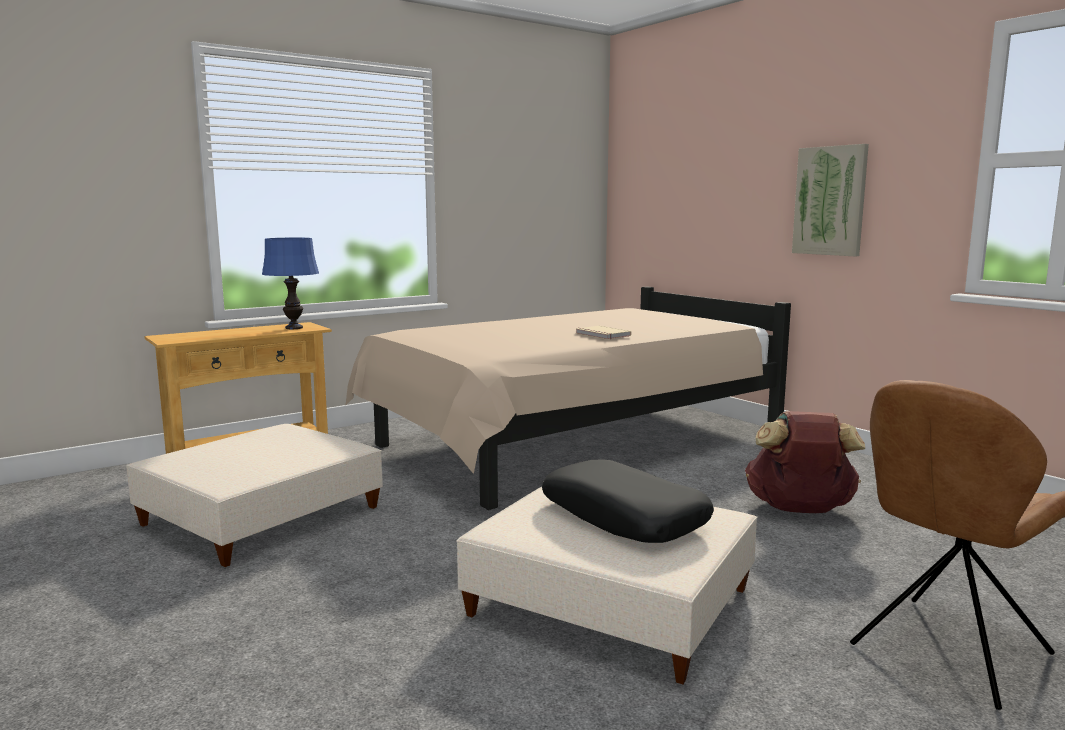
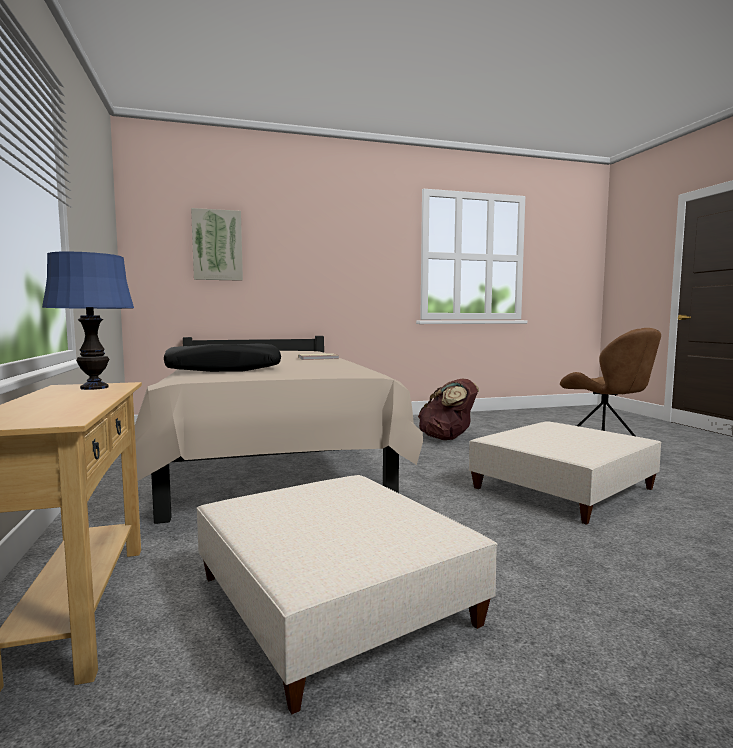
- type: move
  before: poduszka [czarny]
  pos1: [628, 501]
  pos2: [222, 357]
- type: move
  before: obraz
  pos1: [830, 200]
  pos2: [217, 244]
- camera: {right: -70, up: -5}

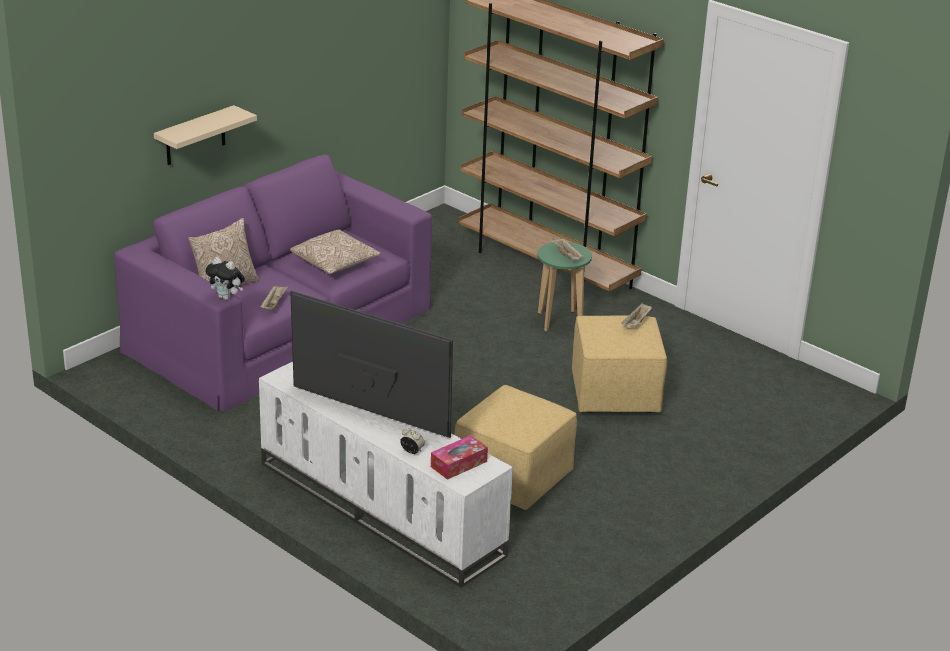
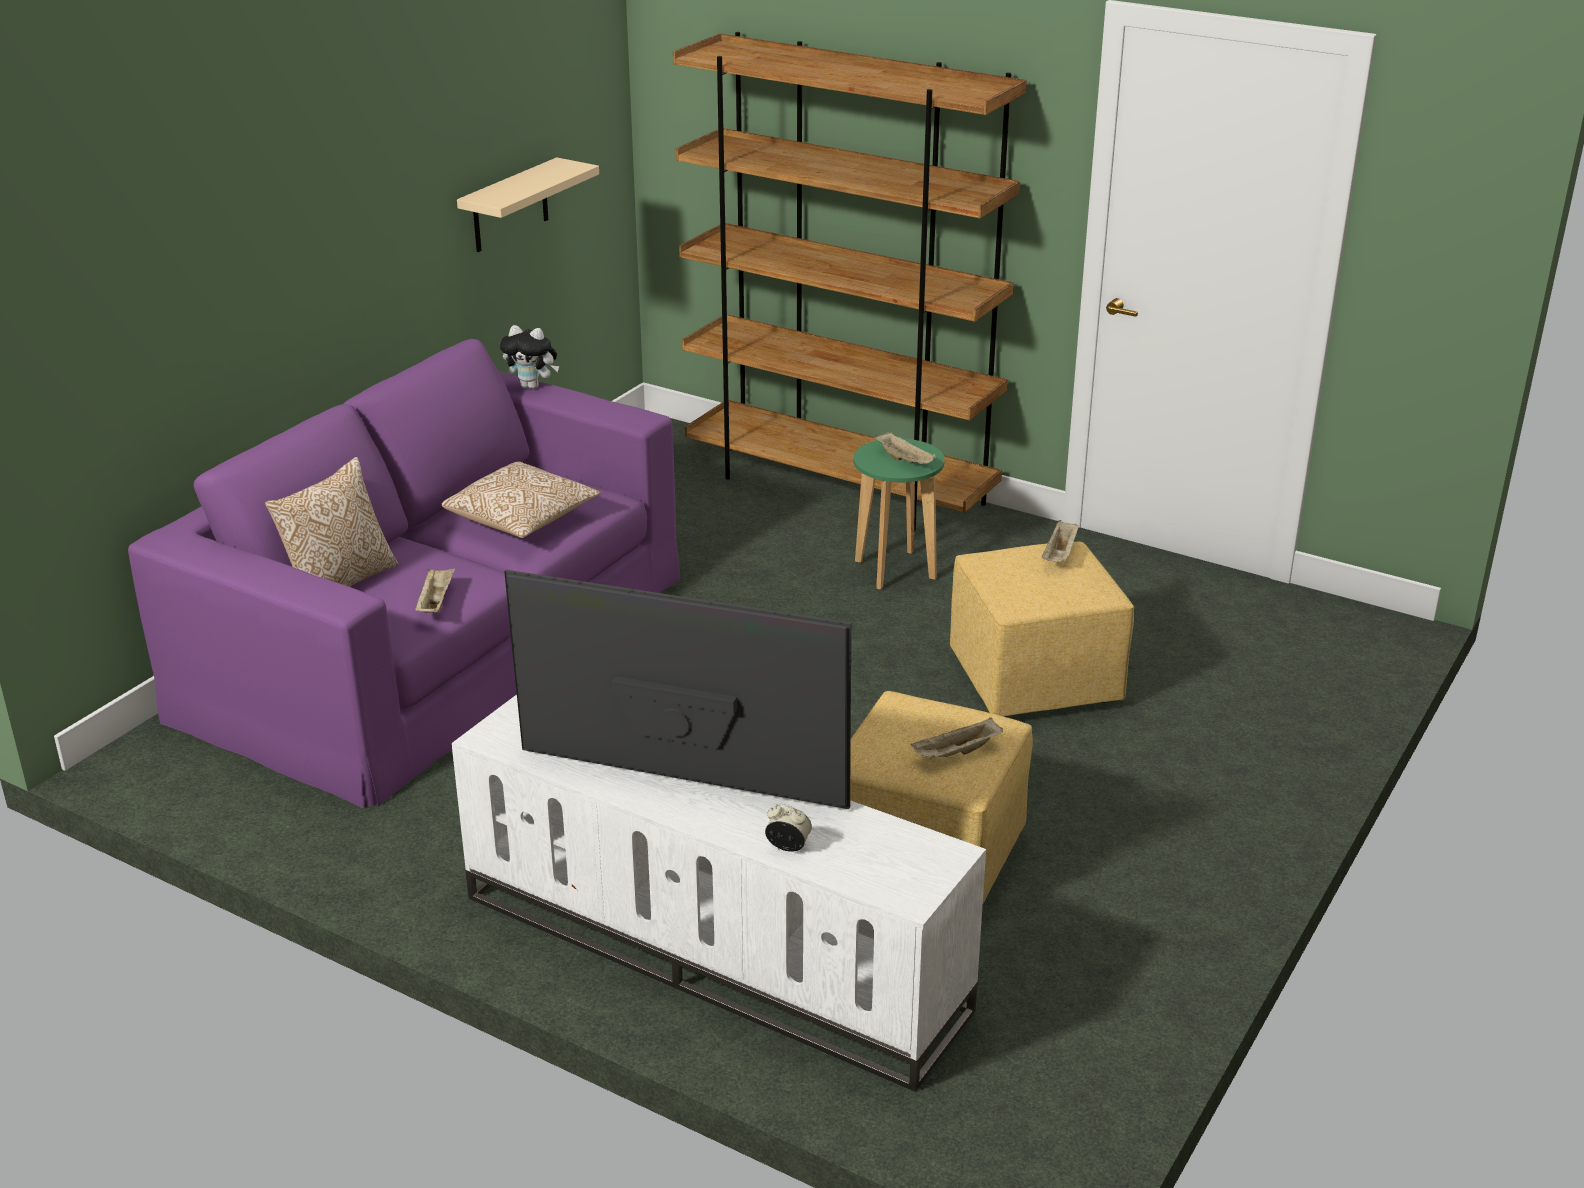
- type: delete
  before: pudełko chusteczek
  pos1: [459, 457]
- type: insert
  after: taca [beżowy]
  pos2: [957, 738]
- type: move
  before: półka [beżowy]
  pos1: [205, 135]
  pos2: [528, 204]
- type: move
  before: pluszak
  pos1: [225, 278]
  pos2: [529, 357]
- camera: {right: -10, up: 0}

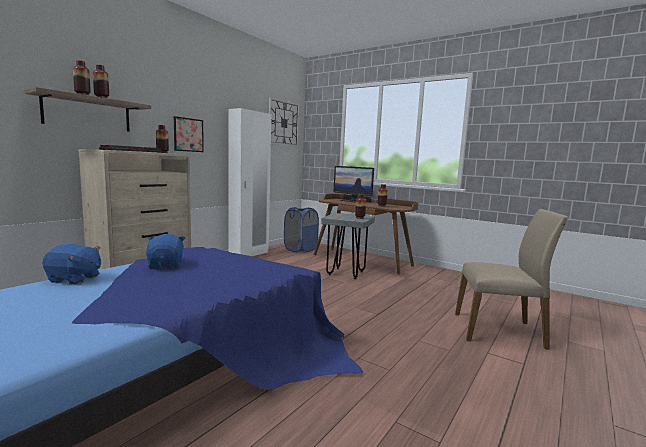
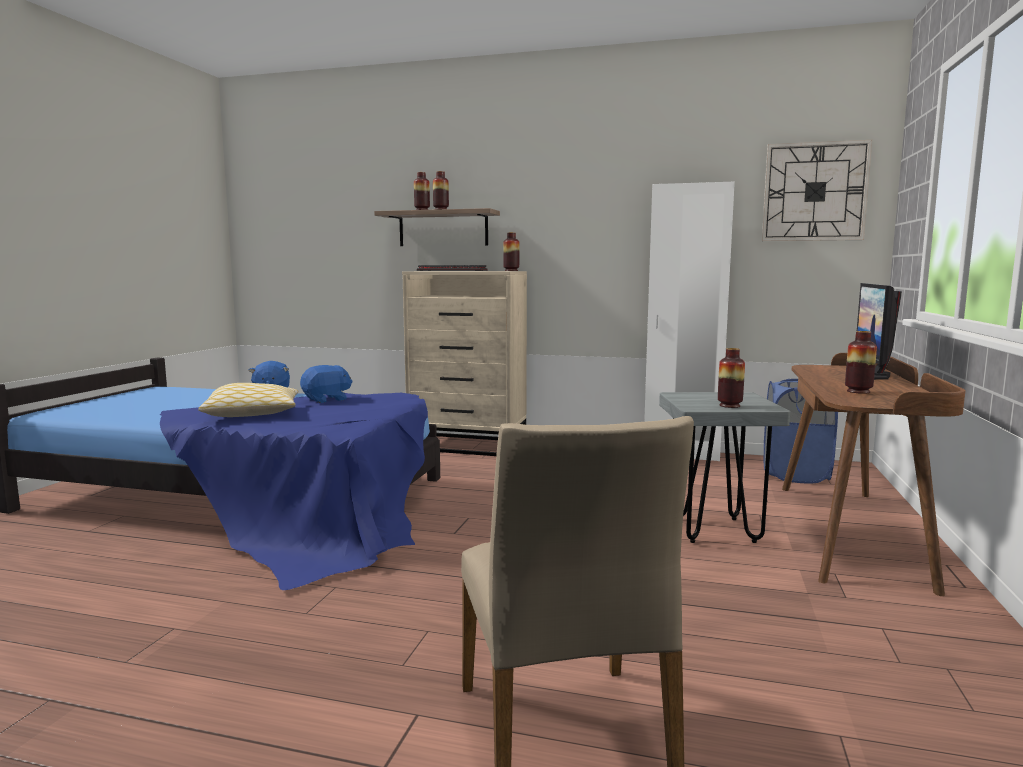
- type: delete
  before: obraz
  pos1: [189, 134]
- type: insert
  after: poduszka
  pos2: [248, 400]
- camera: {right: 70, up: 0}

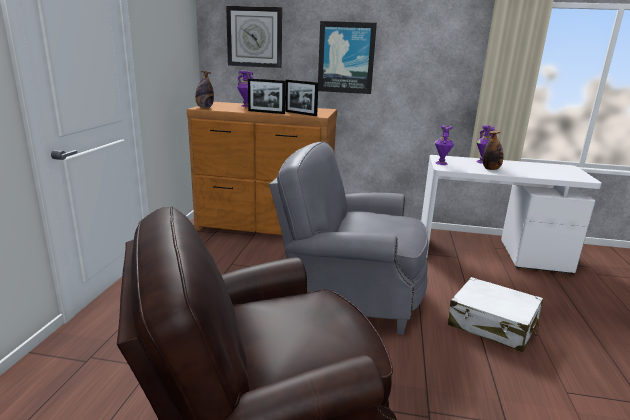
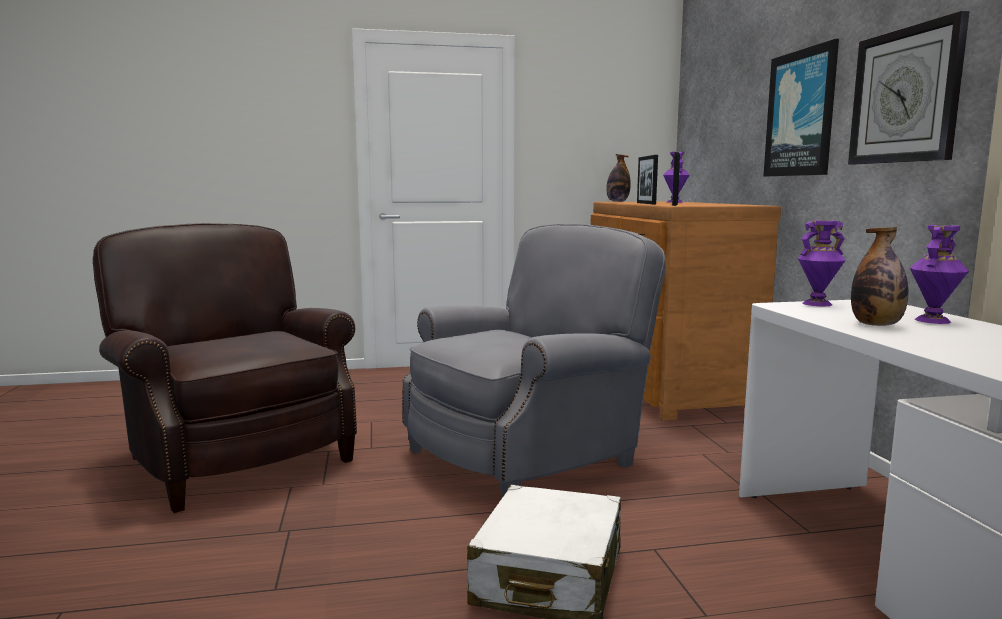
- type: move
  before: zegar ścienny
  pos1: [254, 37]
  pos2: [908, 88]
- type: rotate
  before: fotel [szary]
  pos1: [349, 238]
  pos2: [534, 361]
  turn: 60
- camera: {right: 70, up: -10}

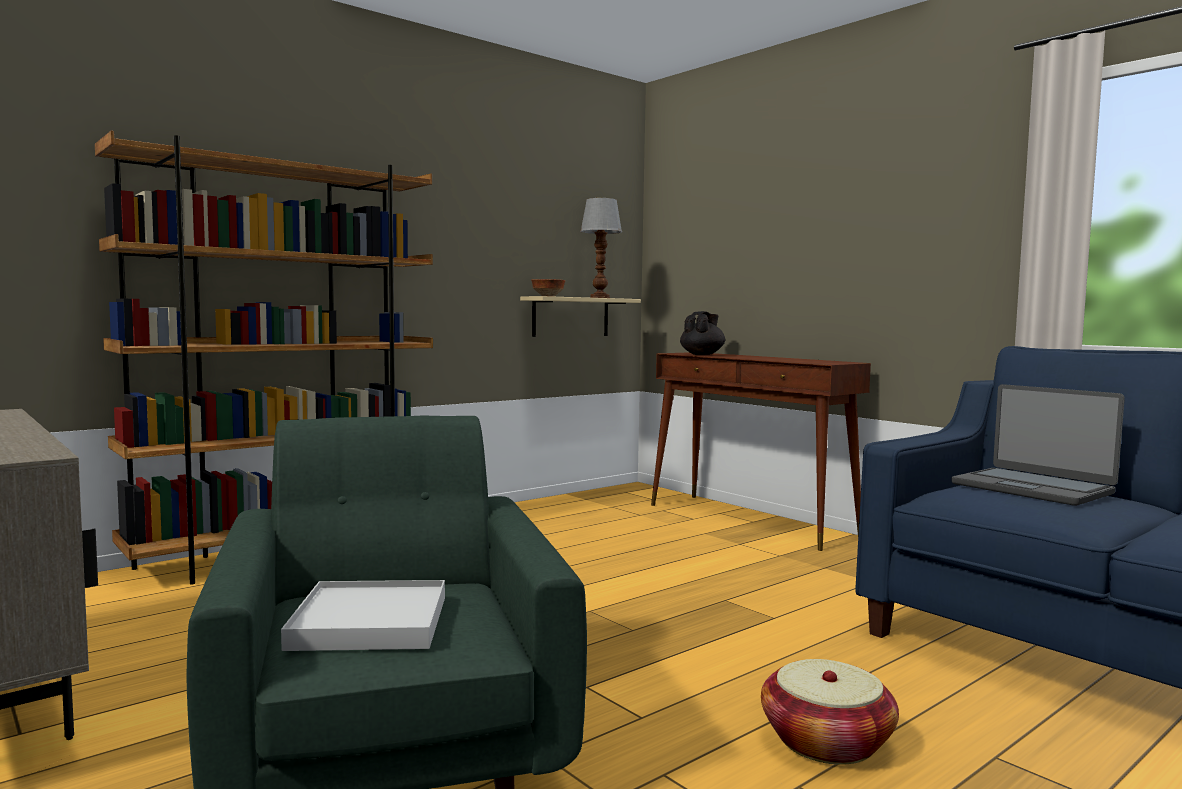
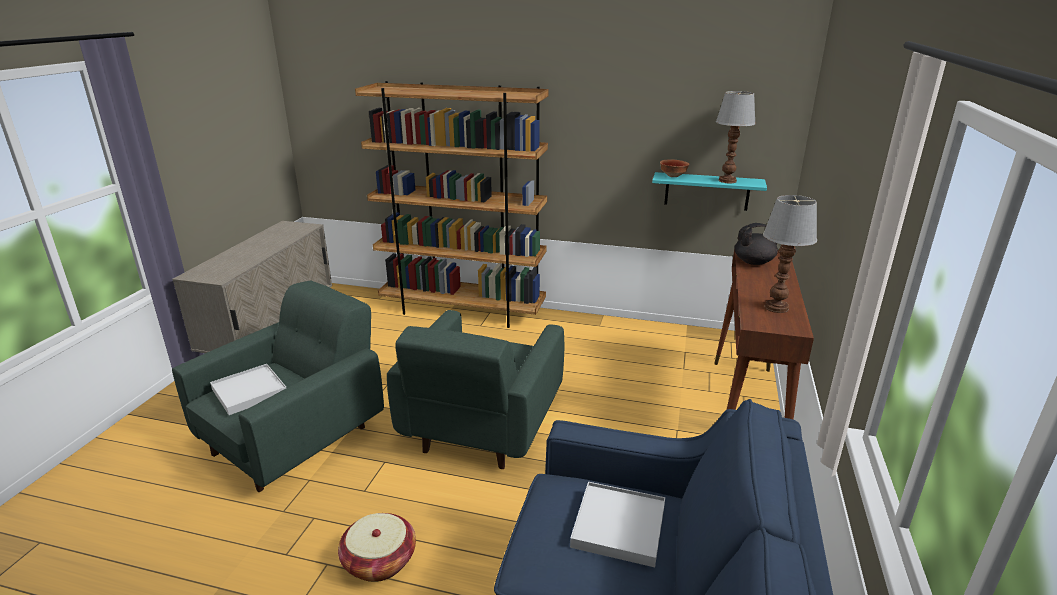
- type: insert
  after: fotel [zielony]
  pos2: [475, 389]
- type: insert
  after: lampa stołowa
  pos2: [790, 254]
- type: replace
  before: laptop
  after: taca [biały]
  pos1: [1038, 445]
  pos2: [617, 524]
- type: recolor
  before: półka [beżowy]
  after: półka [turkusowy]
  pos1: [580, 316]
  pos2: [709, 191]
- camera: {right: 55, up: 20}

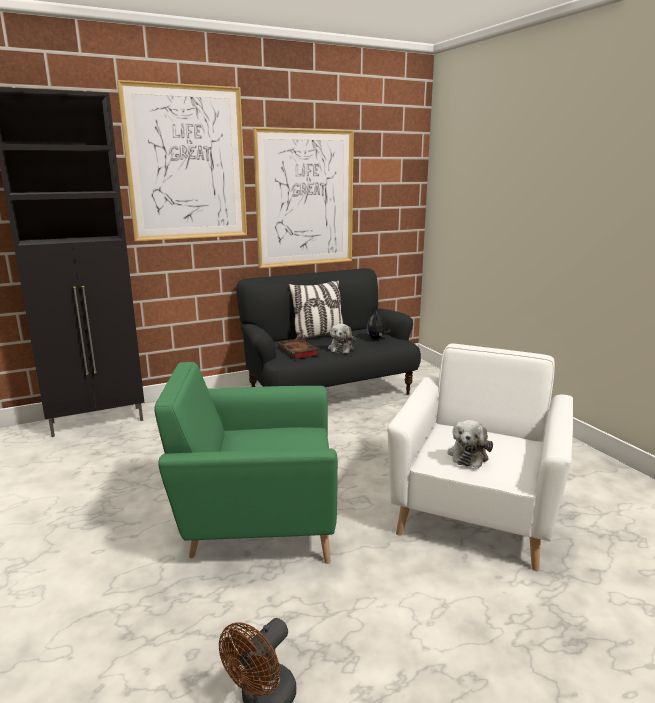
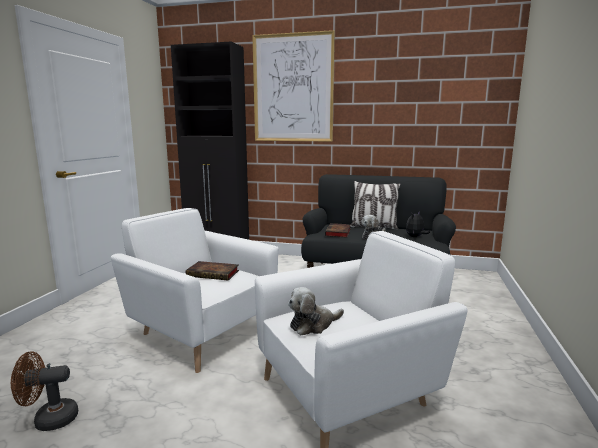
- type: delete
  before: obraz
  pos1: [303, 197]
- type: insert
  after: książka
  pos2: [212, 271]
- type: recolor
  before: fotel [zielony]
  after: fotel [biały]
  pos1: [246, 463]
  pos2: [195, 290]
- camera: {right: 40, up: -5}

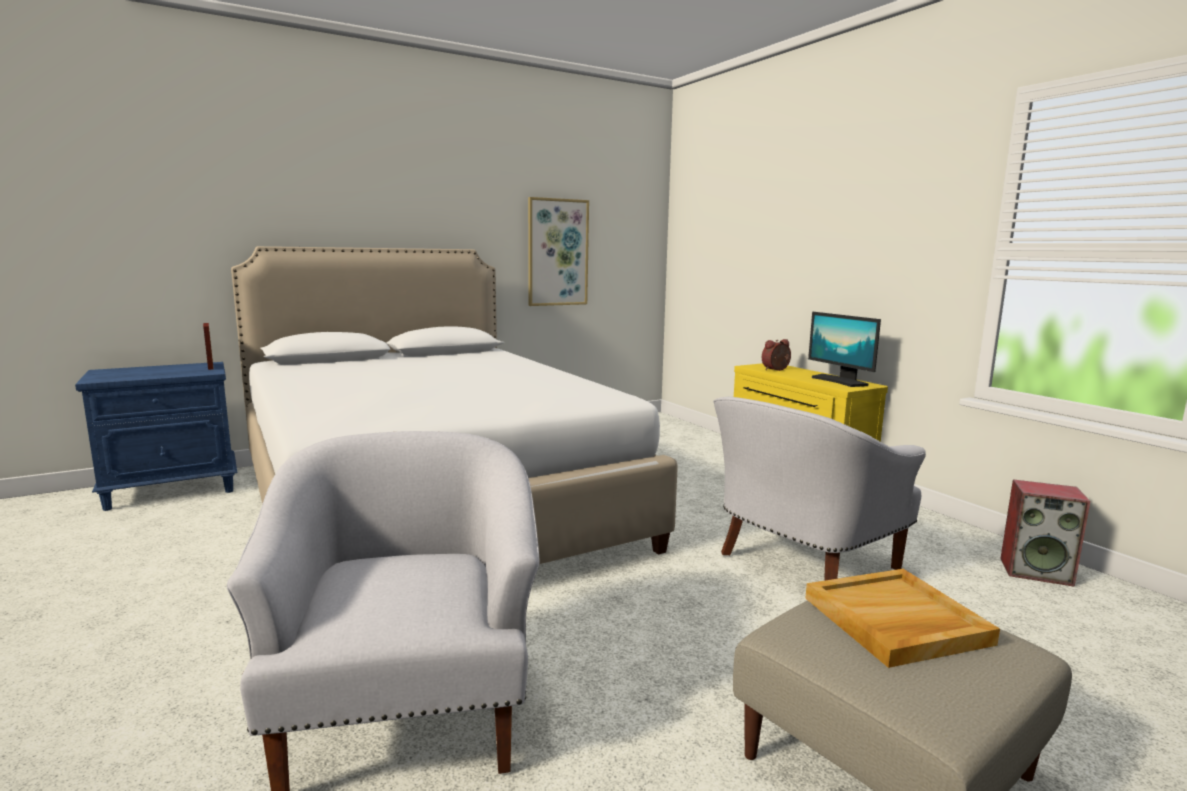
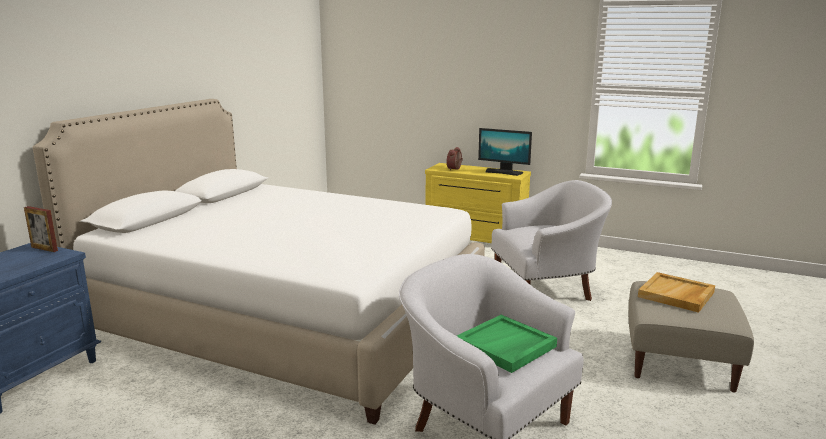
- type: delete
  before: obraz
  pos1: [558, 251]
- type: delete
  before: głośnik
  pos1: [1045, 533]
- type: insert
  after: taca [zielony]
  pos2: [507, 344]
- type: rotate
  before: fotel [biały]
  pos1: [819, 489]
  pos2: [551, 240]
  turn: -120
- camera: {right: -35, up: 5}

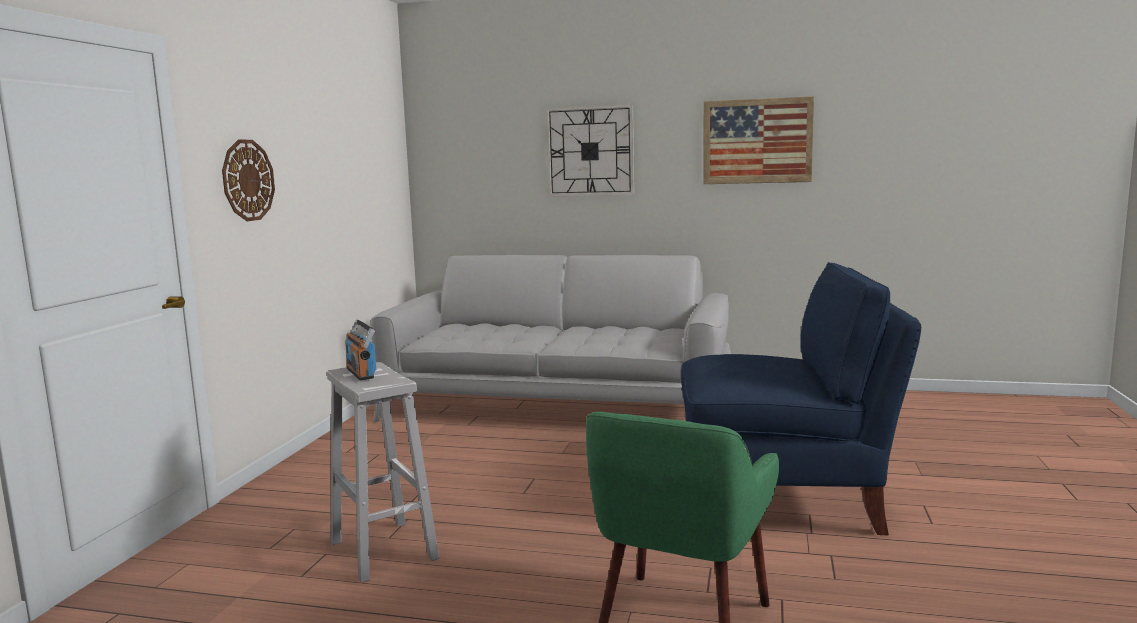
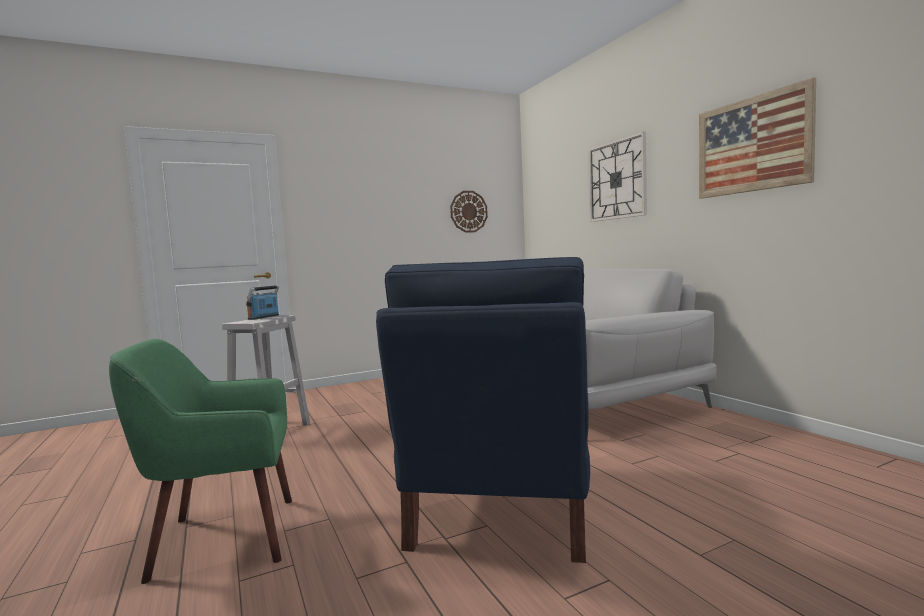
- type: move
  before: zegar ścienny
  pos1: [248, 180]
  pos2: [469, 212]
- type: rotate
  before: fotel [niebieski]
  pos1: [801, 398]
  pos2: [483, 410]
  turn: 45
- camera: {right: 50, up: -5}

